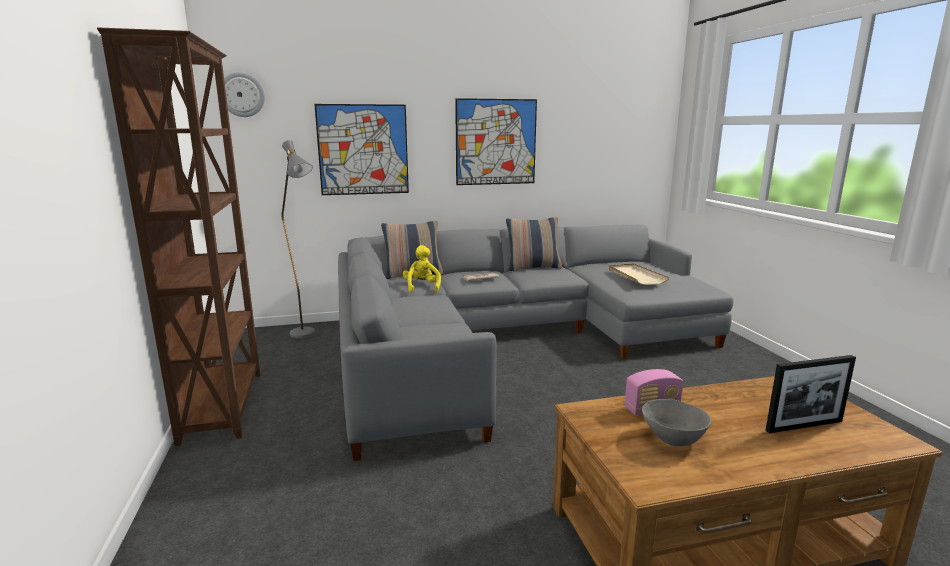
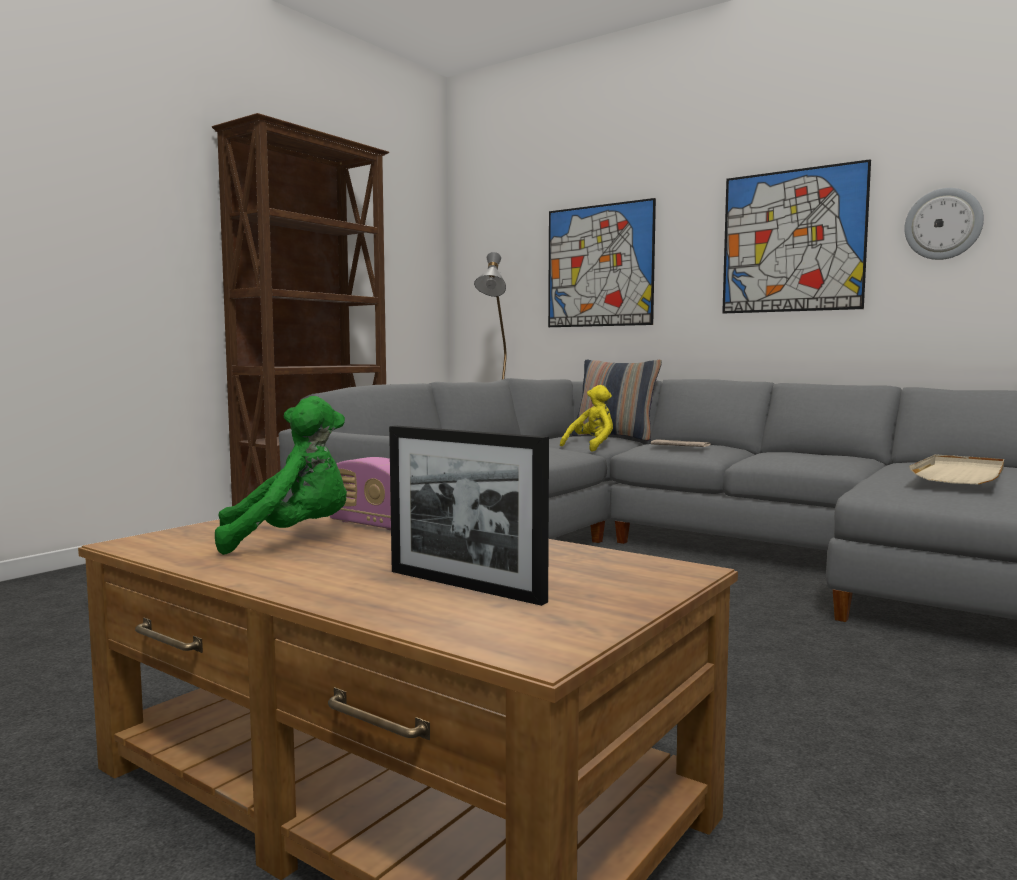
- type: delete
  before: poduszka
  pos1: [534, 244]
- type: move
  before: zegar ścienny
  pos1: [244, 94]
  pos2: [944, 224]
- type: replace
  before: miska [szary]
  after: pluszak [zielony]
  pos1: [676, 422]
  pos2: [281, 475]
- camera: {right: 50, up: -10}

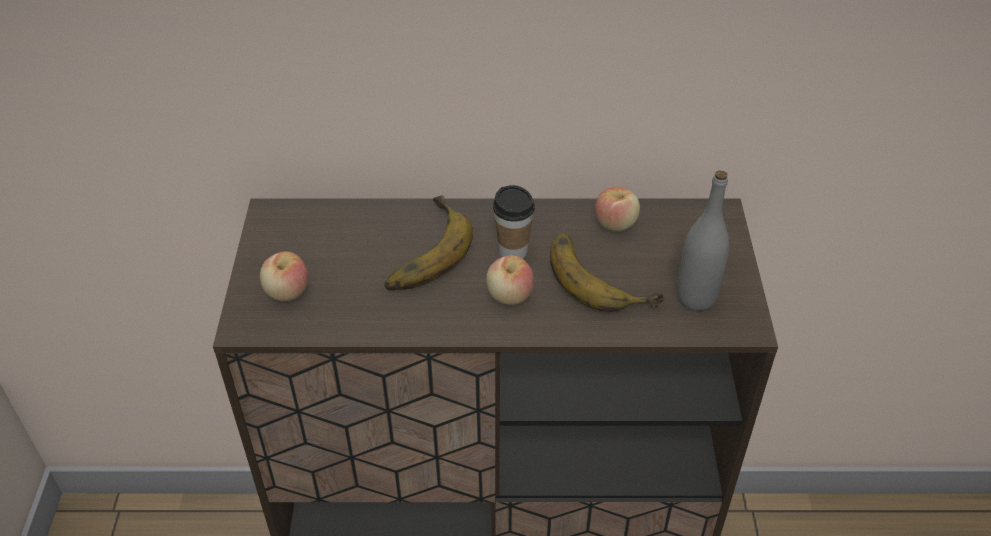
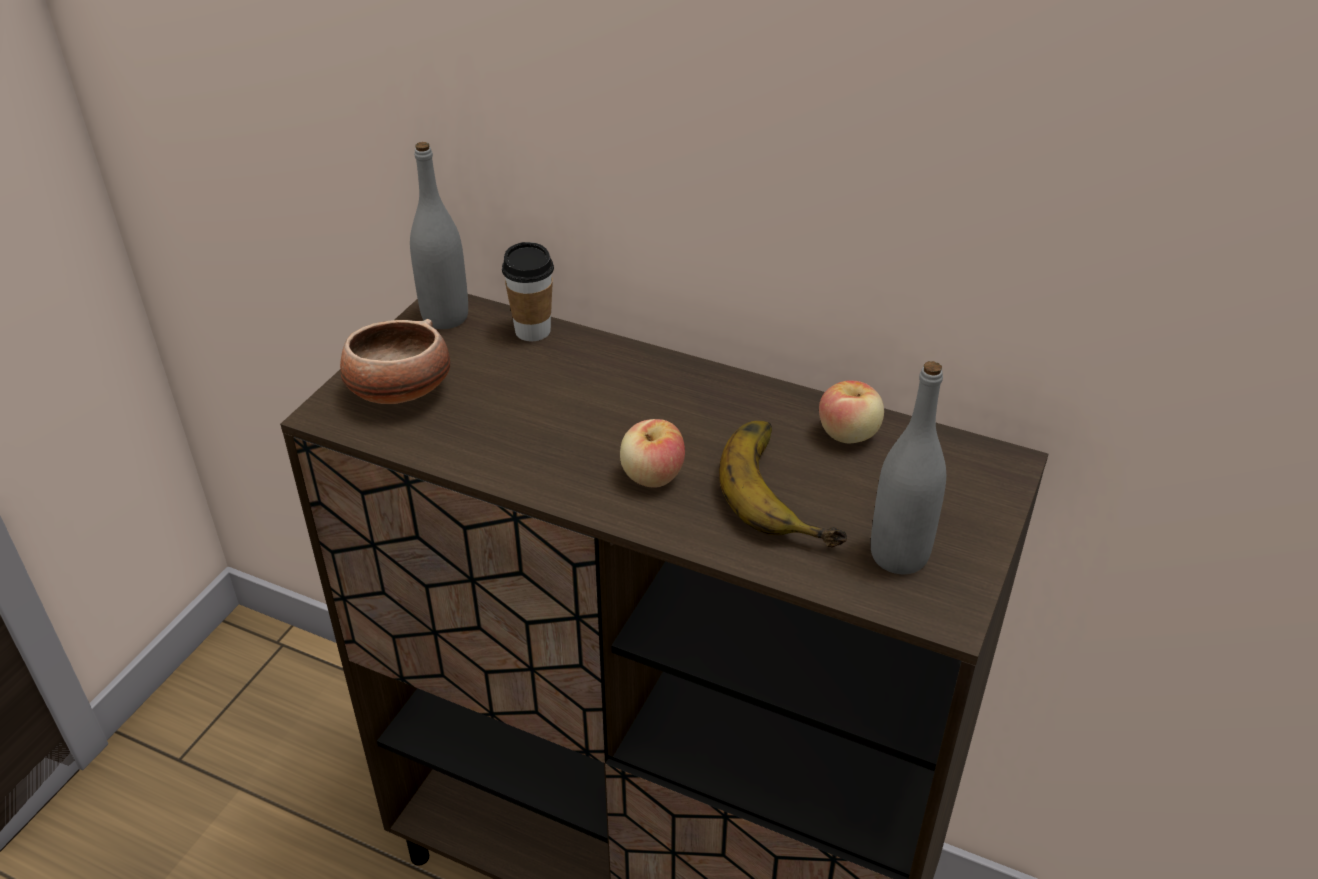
- type: delete
  before: banan
  pos1: [428, 243]
- type: insert
  after: butelka [szary]
  pos2: [439, 235]
- type: move
  before: filiżanka
  pos1: [514, 222]
  pos2: [528, 291]
- type: replace
  before: jabłko
  after: miska
  pos1: [284, 276]
  pos2: [395, 361]
- camera: {right: 25, up: -5}

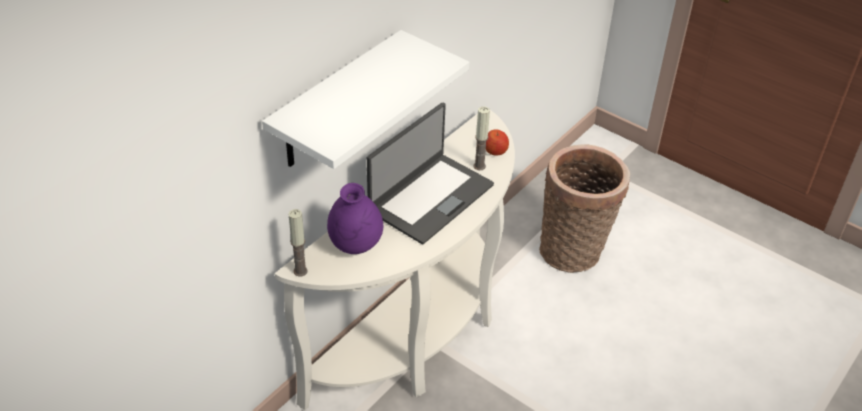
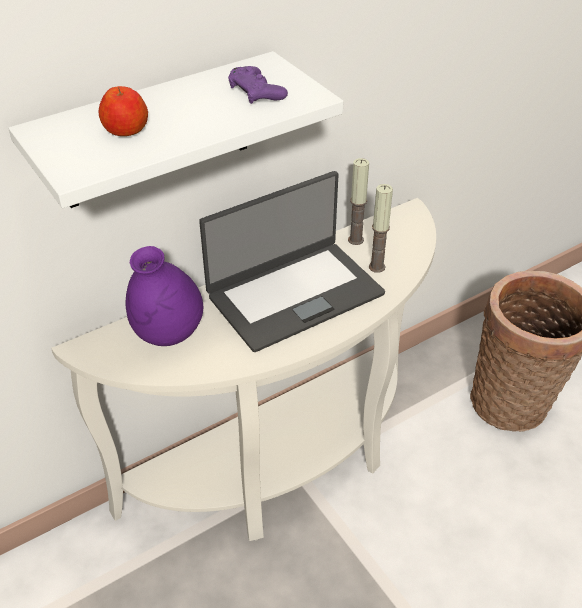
- type: insert
  after: pad do gier [fioletowy]
  pos2: [258, 85]
- type: move
  before: świeca
  pos1: [298, 243]
  pos2: [358, 201]
- type: move
  before: jabłko
  pos1: [497, 143]
  pos2: [123, 111]
- camera: {right: 20, up: 0}

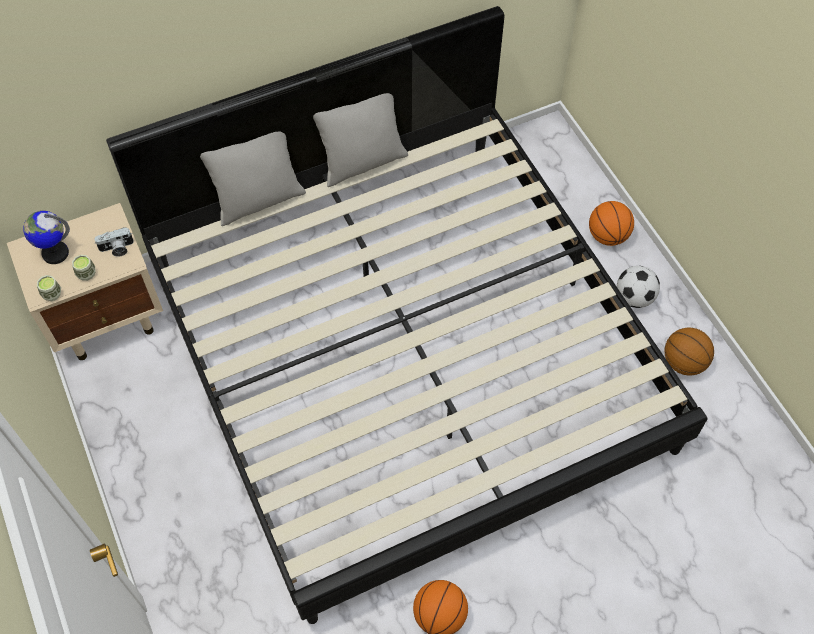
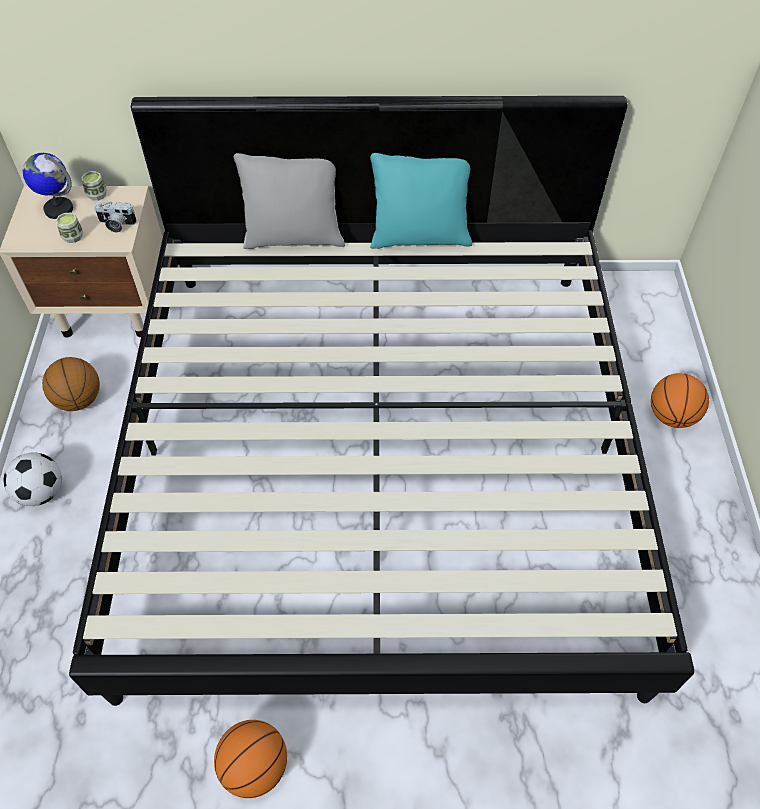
- type: move
  before: filiżanka
  pos1: [49, 288]
  pos2: [94, 186]
- type: move
  before: piłka futbolowa
  pos1: [638, 287]
  pos2: [33, 479]
- type: move
  before: piłka do koszykówki
  pos1: [689, 352]
  pos2: [71, 384]
- type: recolor
  before: poduszka [szary]
  after: poduszka [turkusowy]
  pos1: [360, 140]
  pos2: [421, 201]
- camera: {right: 25, up: -5}

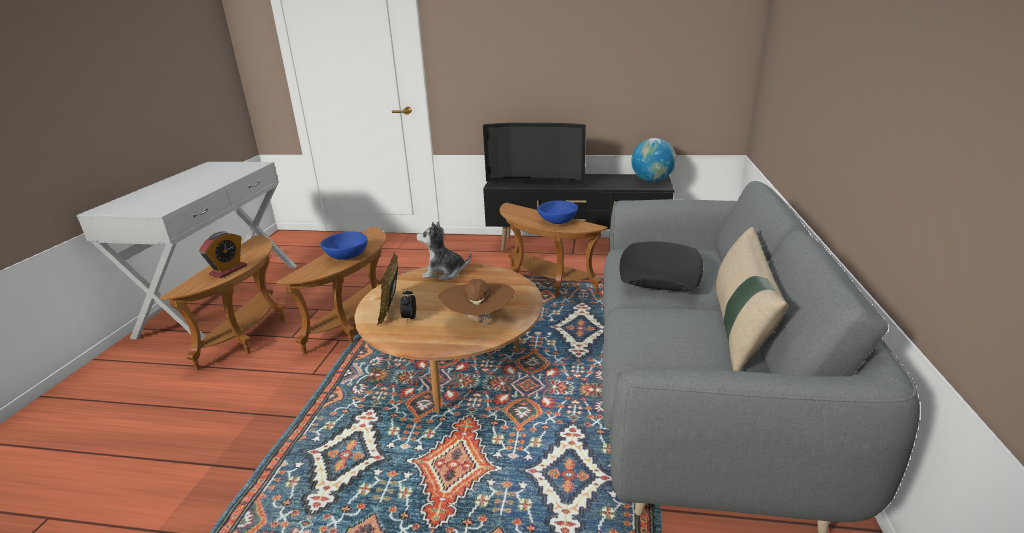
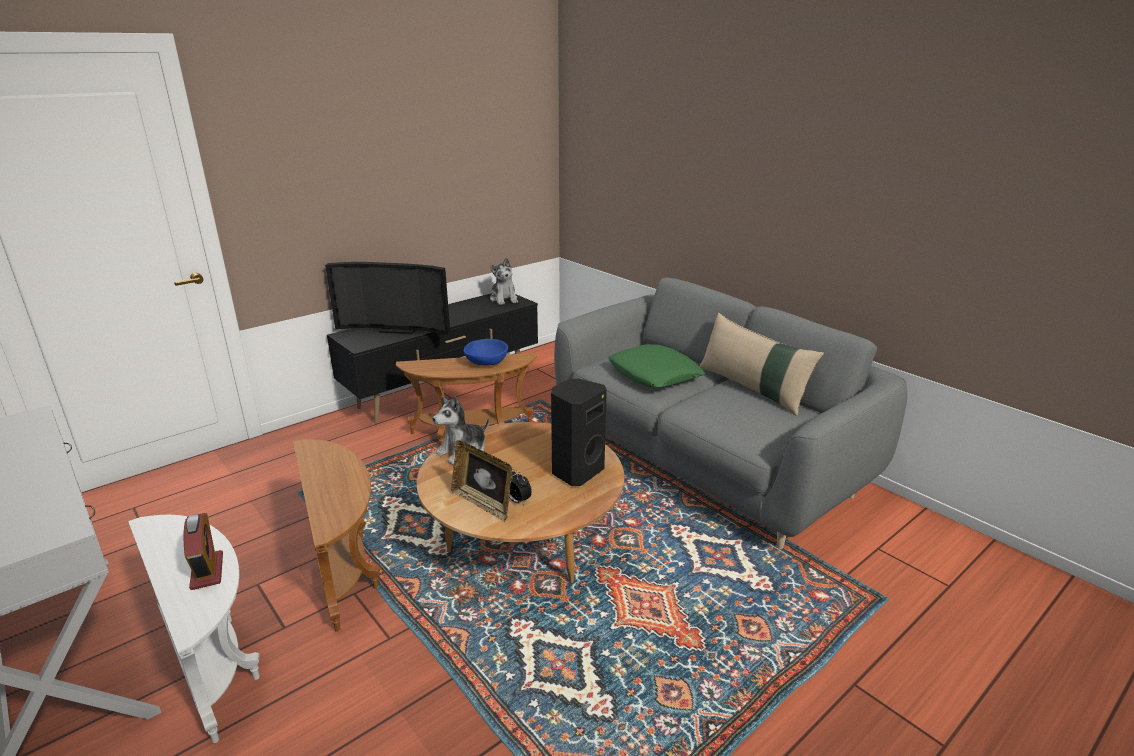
- type: delete
  before: miska [niebieski]
  pos1: [344, 246]
- type: replace
  before: kapelusz [brązowy]
  after: głośnik [czarny]
  pos1: [476, 302]
  pos2: [579, 432]
- type: replace
  before: globus
  after: pluszak
  pos1: [653, 160]
  pos2: [504, 281]
- type: recolor
  before: stolik [brązowy]
  after: stolik [biały]
  pos1: [222, 303]
  pos2: [194, 629]
- type: recolor
  before: poduszka [czarny]
  after: poduszka [zielony]
  pos1: [661, 265]
  pos2: [656, 366]
- type: rotate
  before: telewizor
  pos1: [534, 153]
  pos2: [387, 299]
  turn: 45
- camera: {right: -50, up: 0}

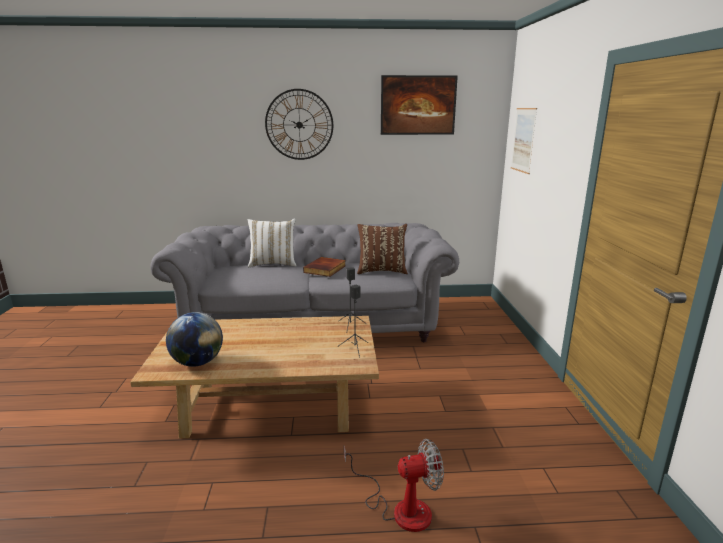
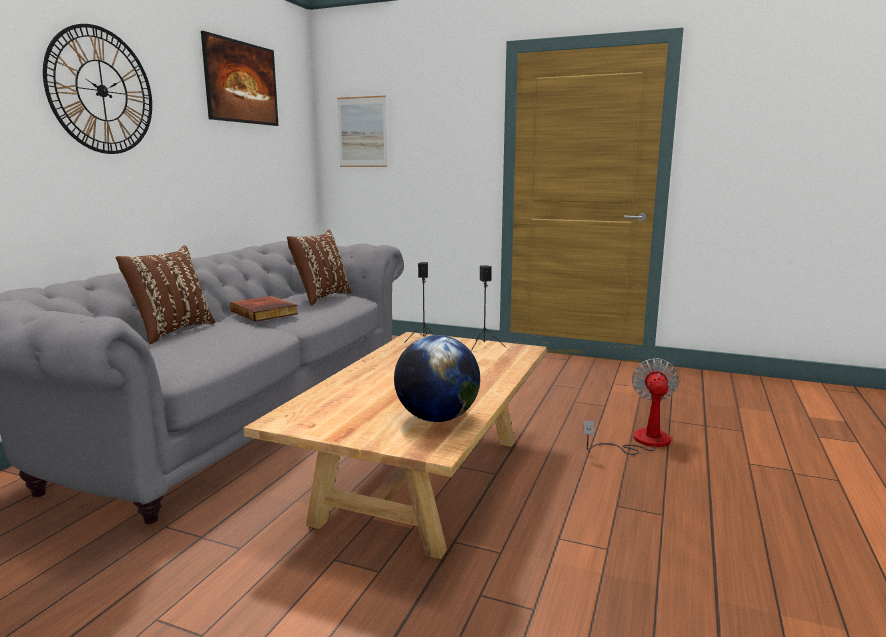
- type: recolor
  before: poduszka [biały]
  after: poduszka [brązowy]
  pos1: [272, 242]
  pos2: [166, 294]
- camera: {right: -65, up: -5}

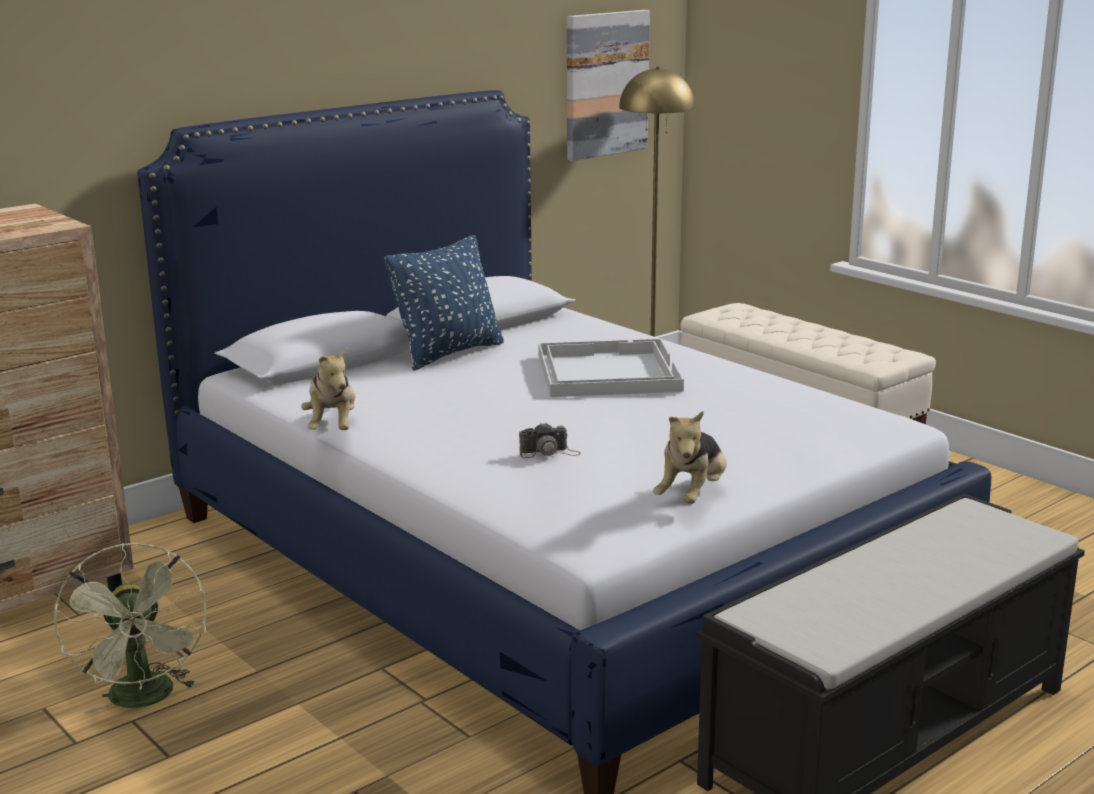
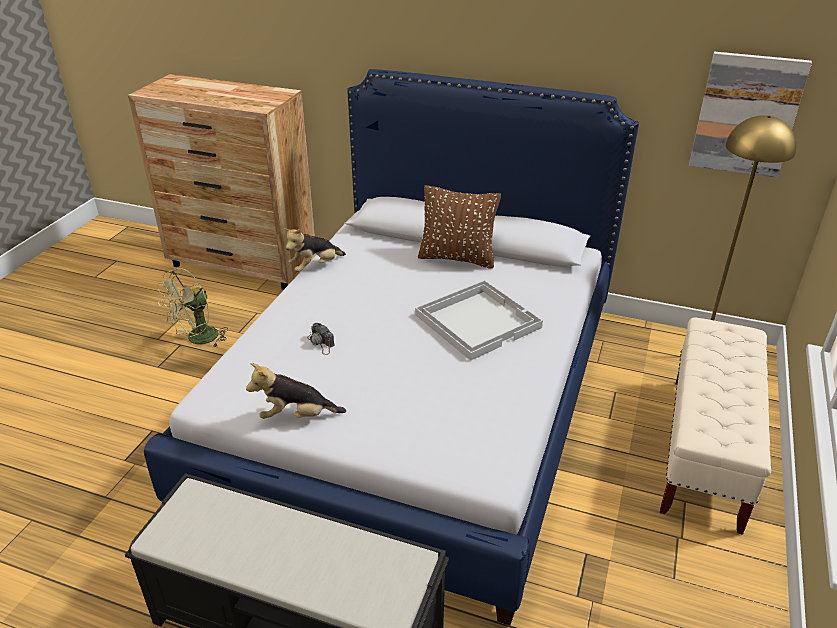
- type: recolor
  before: poduszka [niebieski]
  after: poduszka [brązowy]
  pos1: [444, 302]
  pos2: [459, 227]
- camera: {right: 60, up: 15}

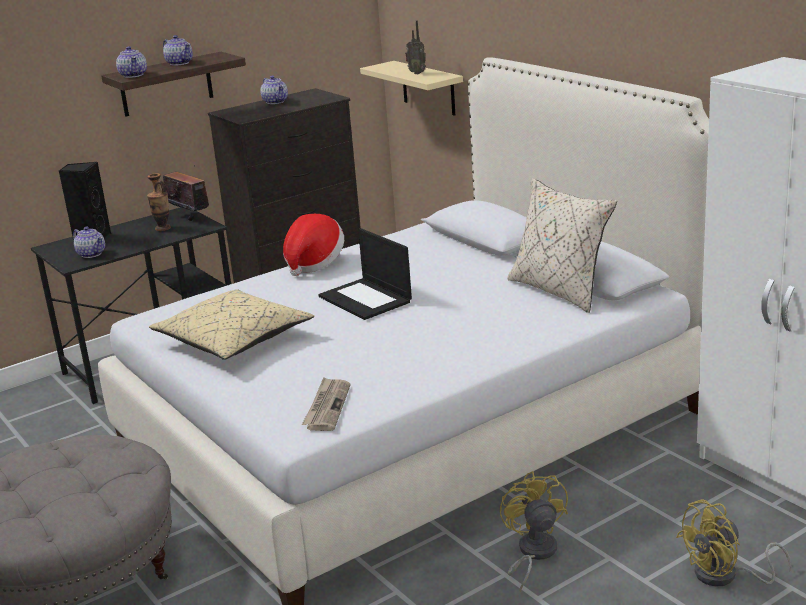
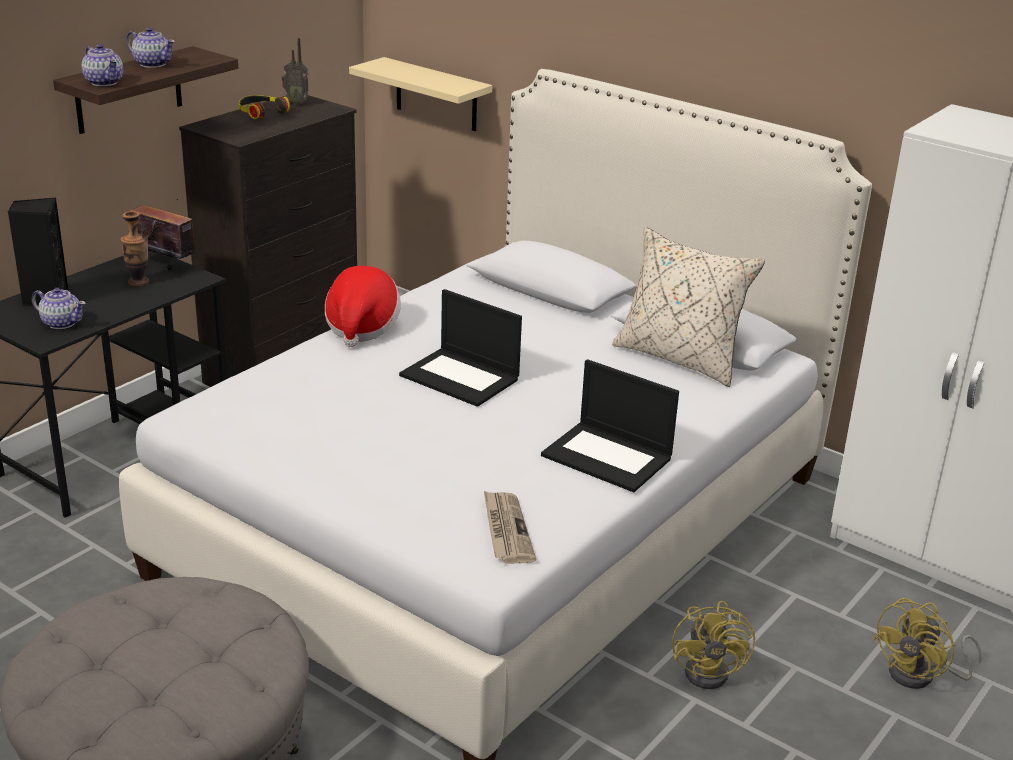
- type: delete
  before: poduszka [beżowy]
  pos1: [231, 324]
- type: insert
  after: laptop
  pos2: [610, 425]
- type: move
  before: radio
  pos1: [415, 47]
  pos2: [295, 71]
- type: replace
  before: imbryk
  after: słuchawki
  pos1: [274, 90]
  pos2: [264, 107]
- type: rotate
  before: wentylator [żółty]
  pos1: [534, 531]
  pos2: [713, 645]
  turn: -150
- camera: {right: -20, up: 5}

